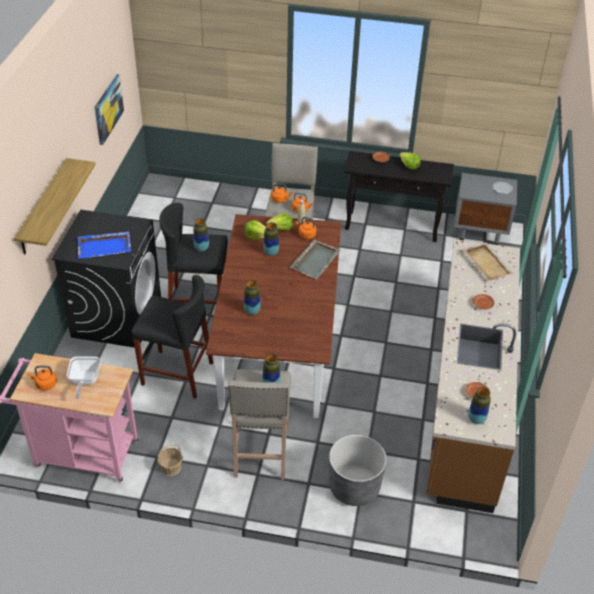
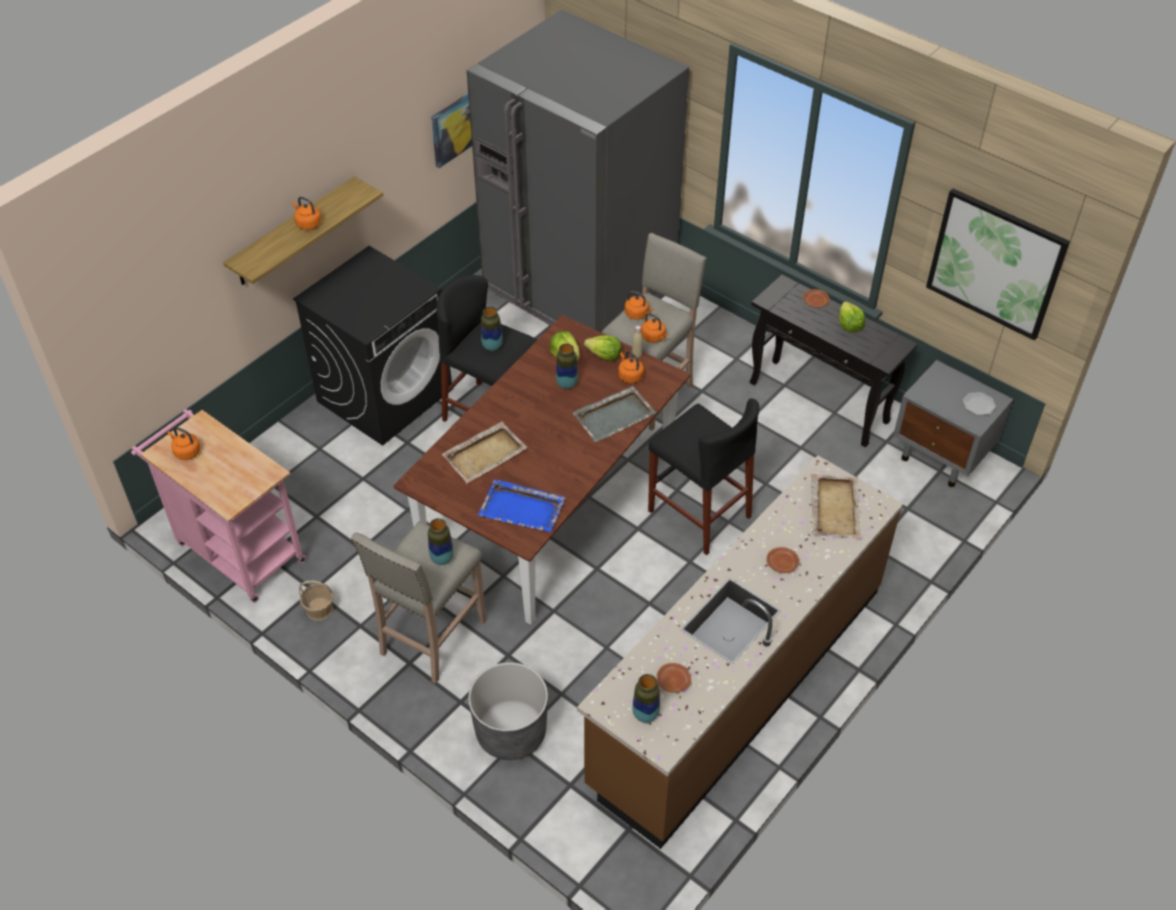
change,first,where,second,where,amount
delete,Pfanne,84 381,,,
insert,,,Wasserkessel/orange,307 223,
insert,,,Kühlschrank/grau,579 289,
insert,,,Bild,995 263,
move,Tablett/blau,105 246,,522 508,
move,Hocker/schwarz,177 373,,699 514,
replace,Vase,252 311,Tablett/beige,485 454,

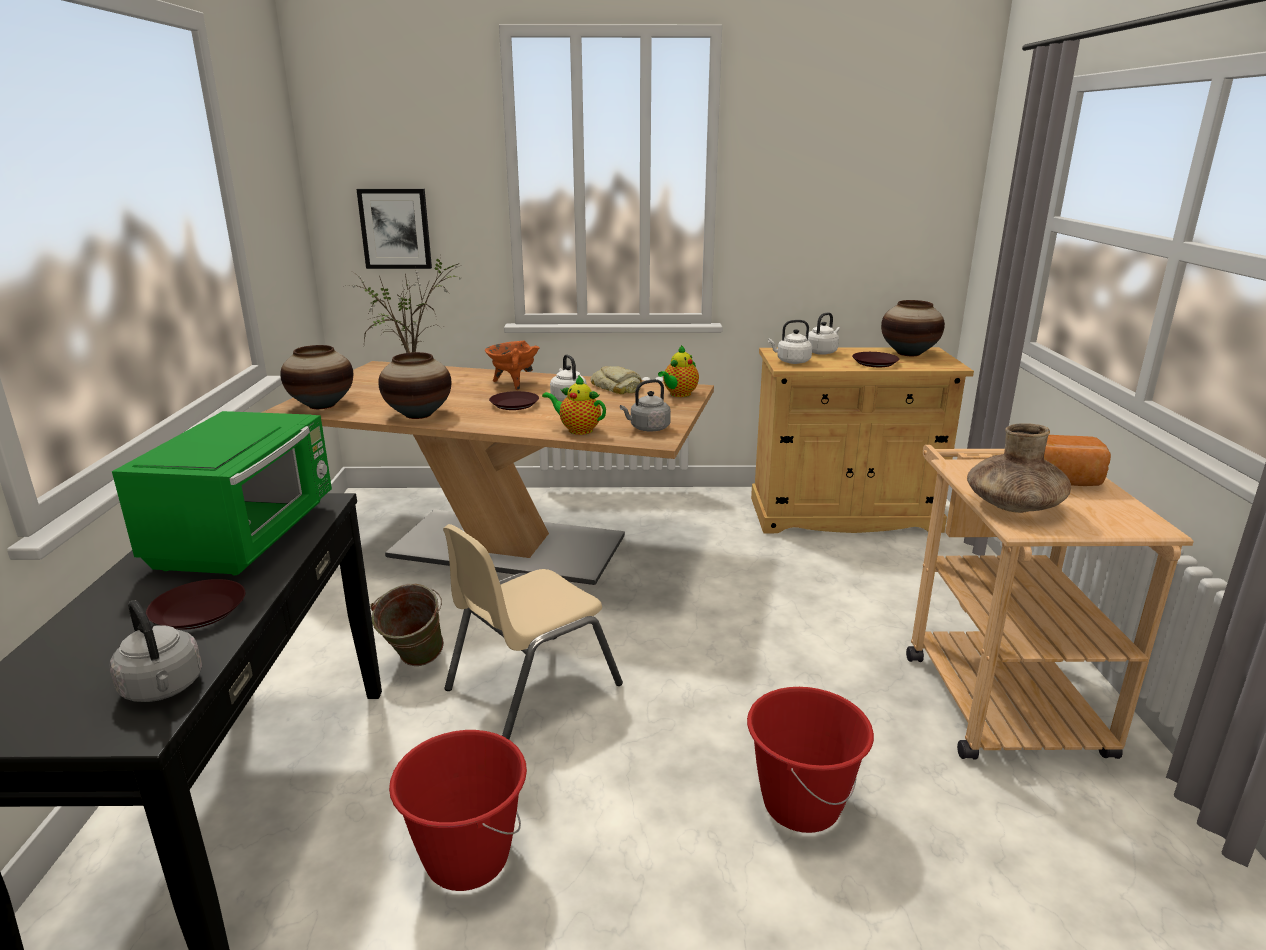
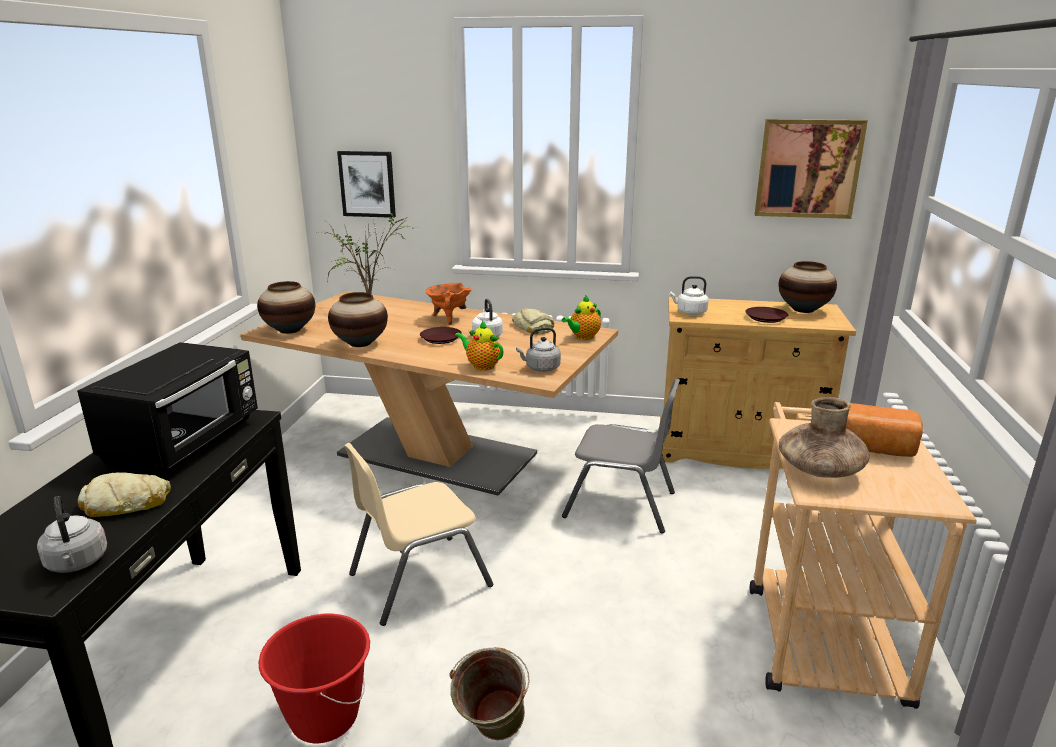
change,first,where,second,where,amount
delete,Eimer/rot,800 805,,,
delete,Wasserkessel/weiß,822 352,,,
insert,,,Stuhl/grau,620 504,
insert,,,Bild,808 168,
move,Eimer/grün,414 664,,491 736,
replace,Teller/braun,199 612,Brot,126 503,
recolor,Mikrowelle/grün,248 535,Mikrowelle/schwarz,186 442,

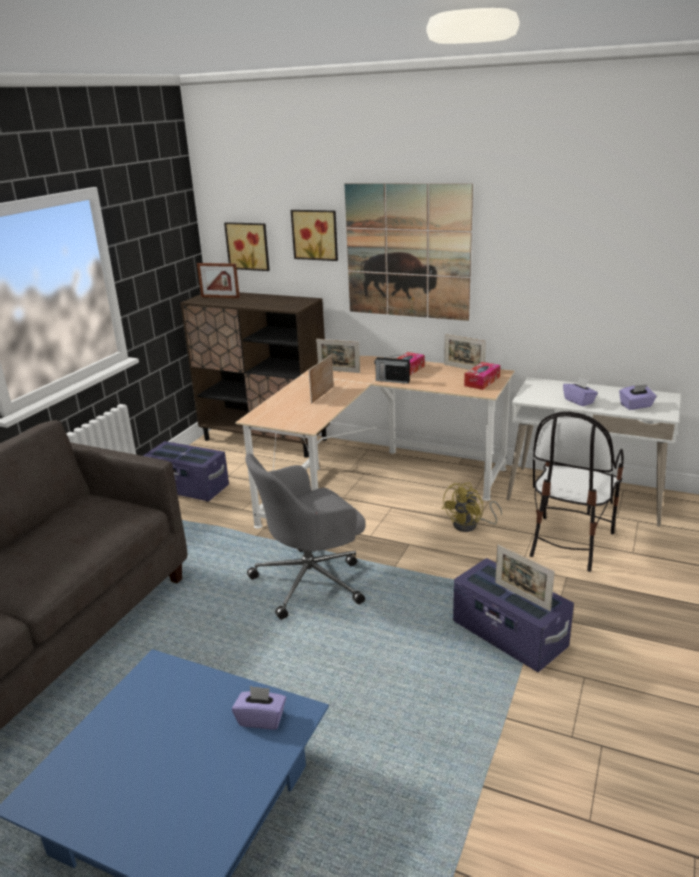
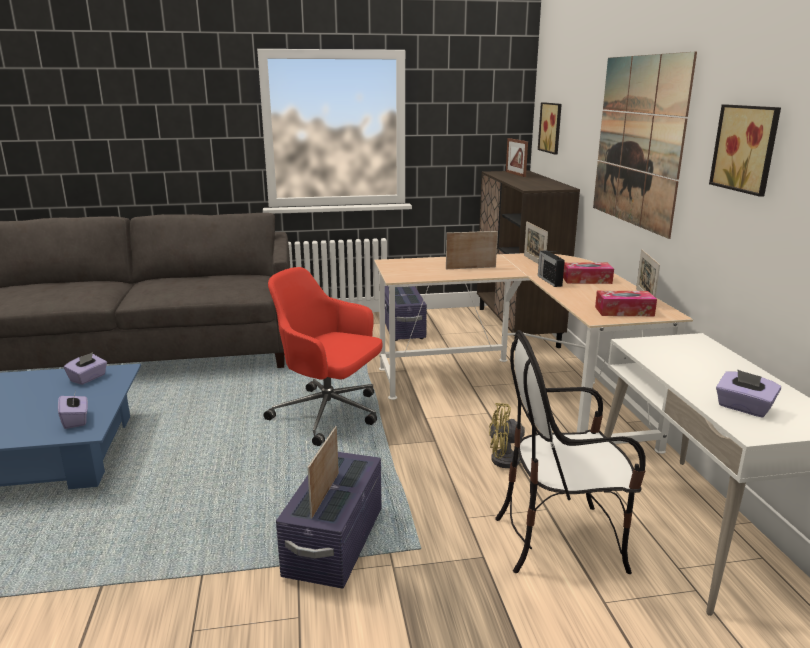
change,first,where,second,where,amount
move,Bild,315 234,,747 148,
move,Taschentuchbox/lila,579 401,,88 378,
recolor,Bürostuhl/grau,311 581,Bürostuhl/rot,329 414,

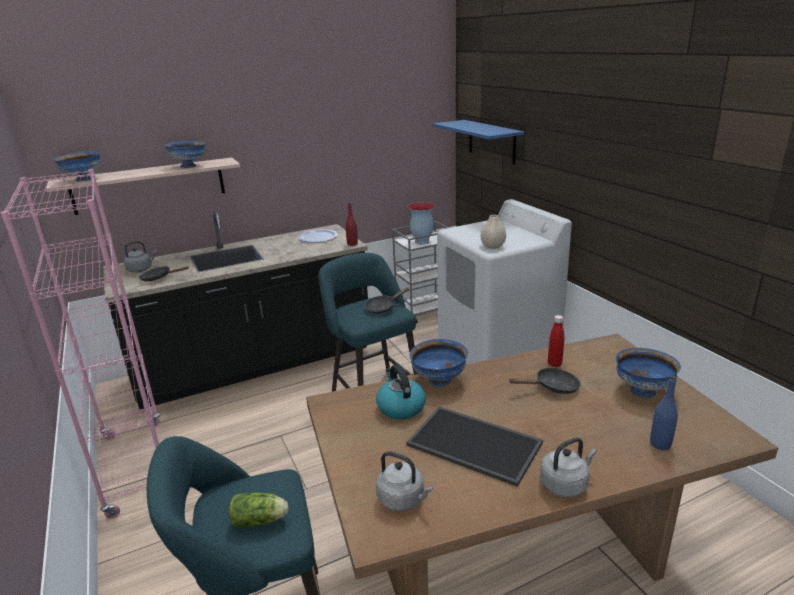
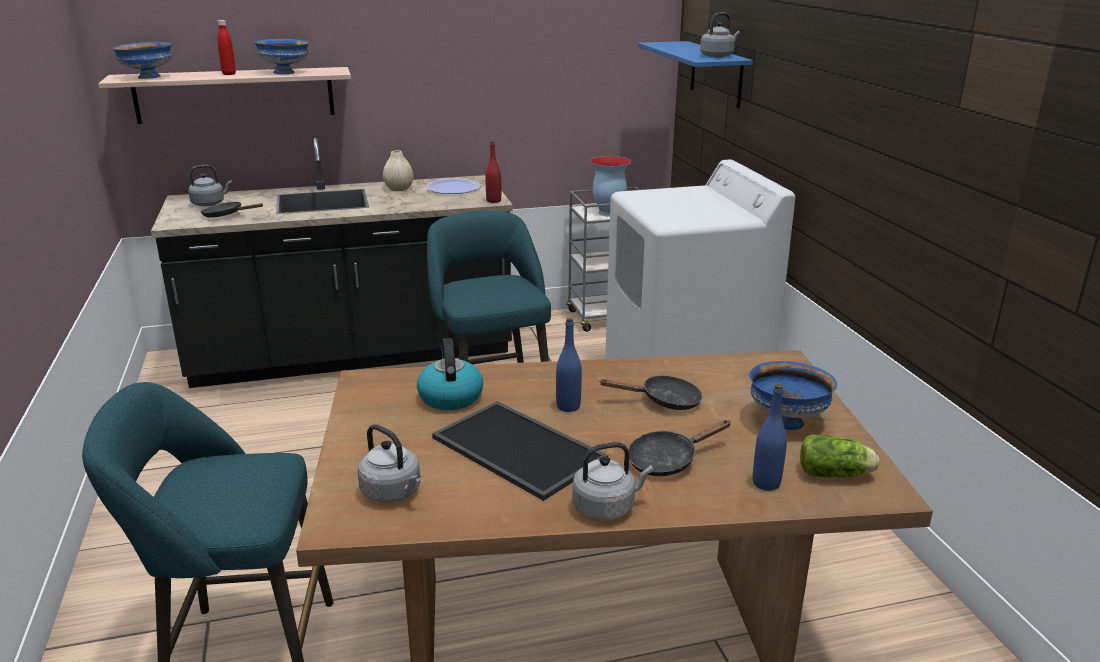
change,first,where,second,where,amount
delete,Bücherregal/rosa,136 466,,,
delete,Schüssel/blau,439 381,,,
insert,,,Flasche/blau,568 406,
insert,,,Wasserkessel/grau,718 56,
move,Salatkopf,261 520,,836 474,
move,Pfanne/schwarz,383 307,,667 460,
move,Vase/beige,492 246,,399 189,
move,Flasche/rot,554 364,,229 74,

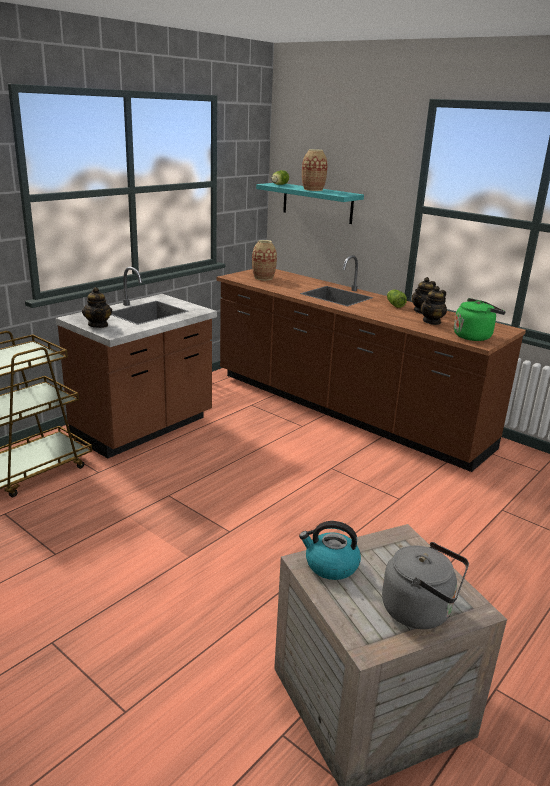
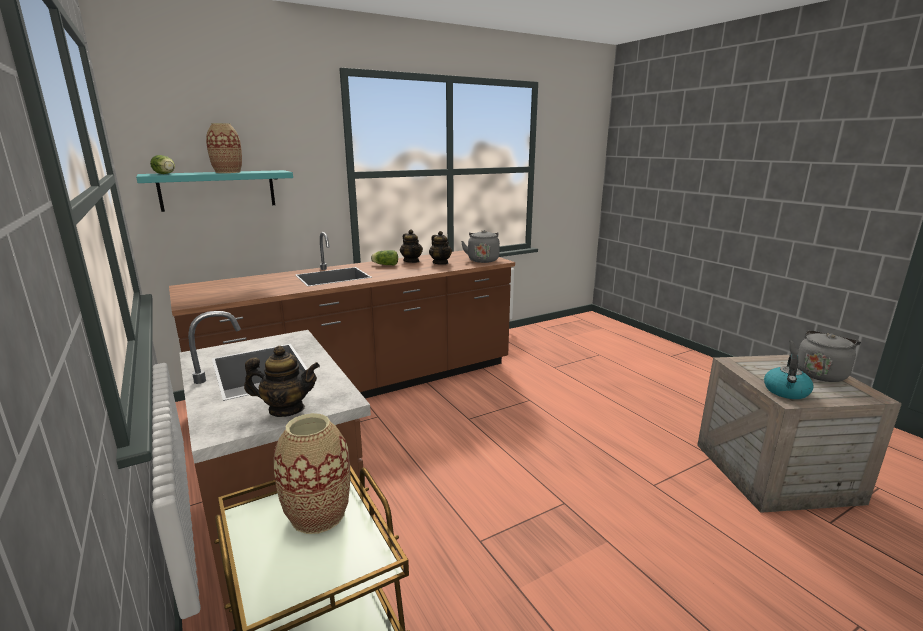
change,first,where,second,where,amount
move,Vase,263 278,,318 514,
recolor,Wasserkessel/grün,474 336,Wasserkessel/grau,482 260,

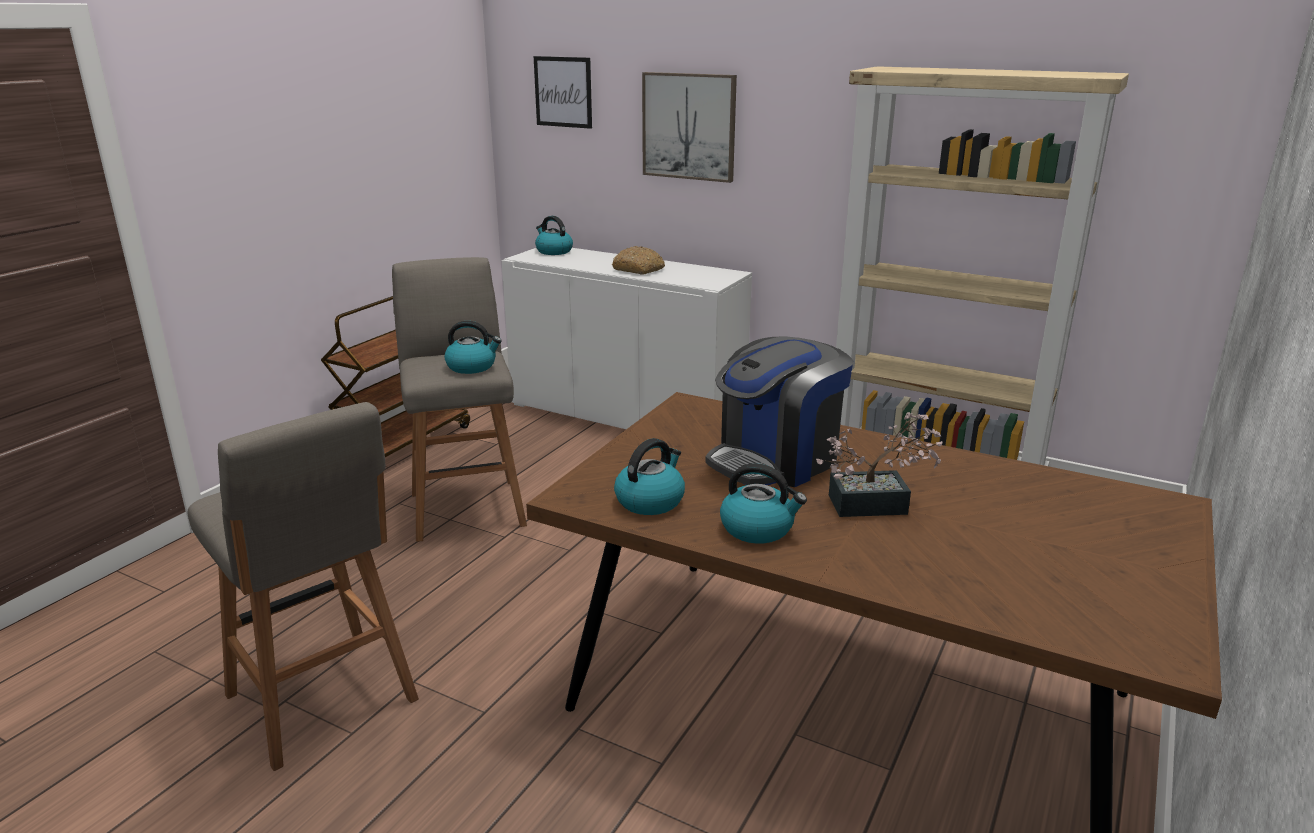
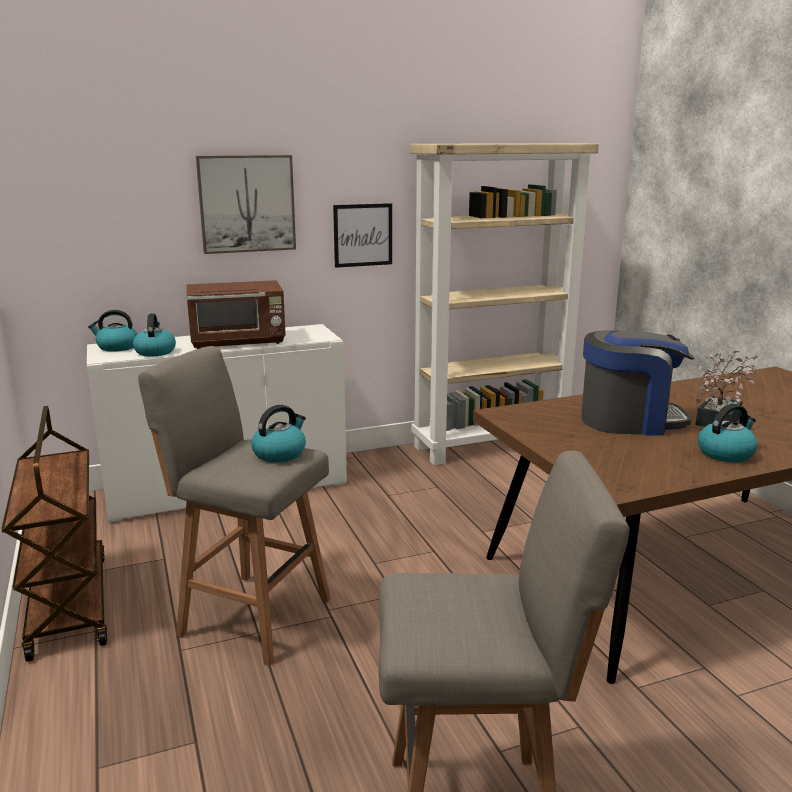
change,first,where,second,where,amount
move,Bild,563 92,,363 235,
move,Wasserkessel,650 500,,155 352,
replace,Brot,639 269,Mikrowelle/braun,239 341,
rotate,Kaffeemaschine,776 460,,629 420,90 degrees counterclockwise

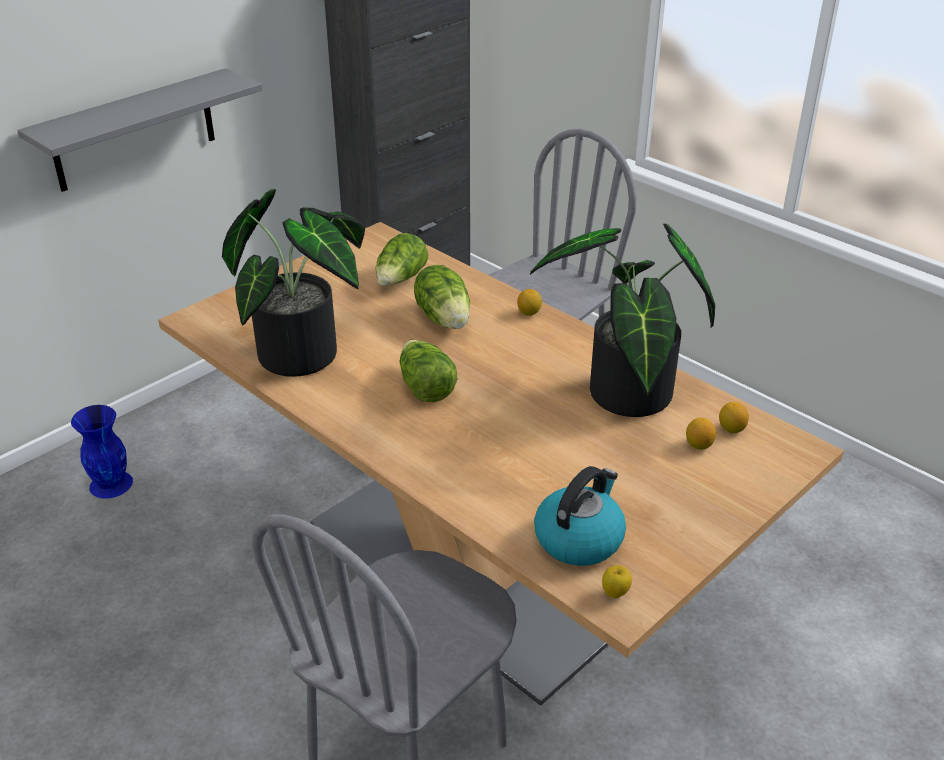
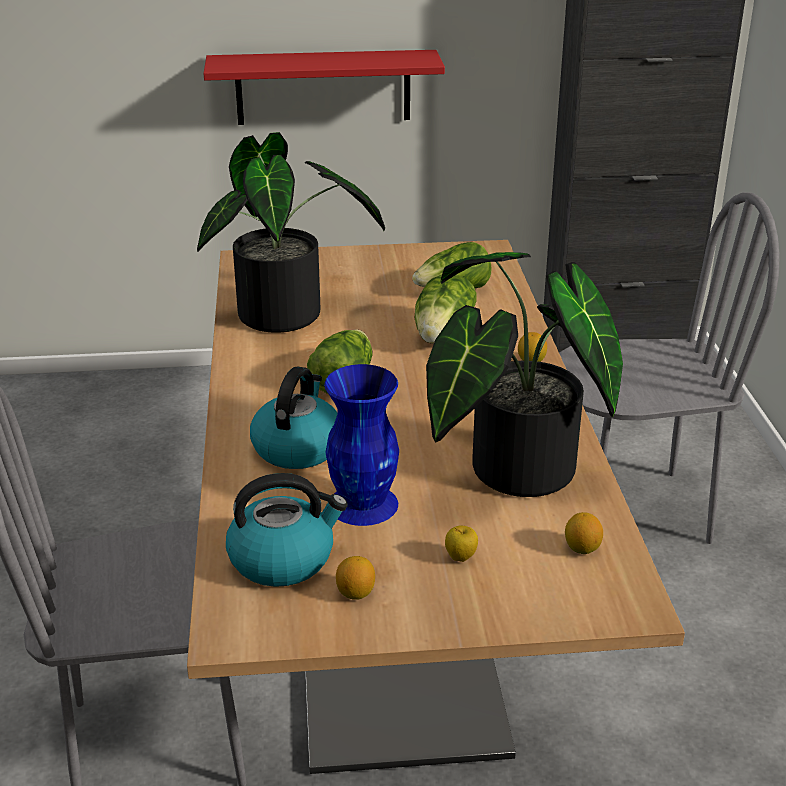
change,first,where,second,where,amount
insert,,,Wasserkessel,297 447,
move,Vase/blau,112 484,,364 504,
move,Apfel,615 594,,460 558,
move,Zitrone,698 445,,355 593,
recolor,Wandregal/grau,134 131,Wandregal/rot,323 87,

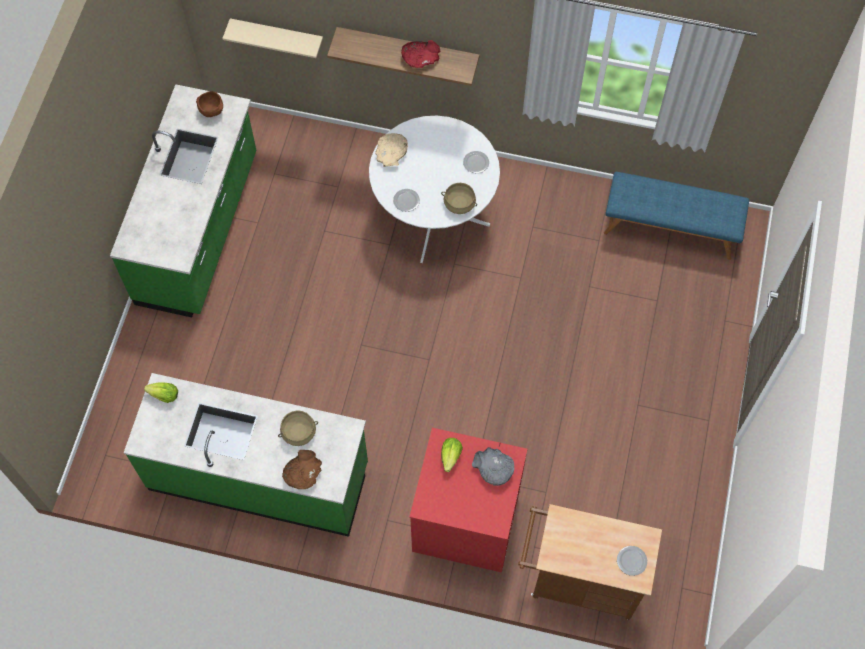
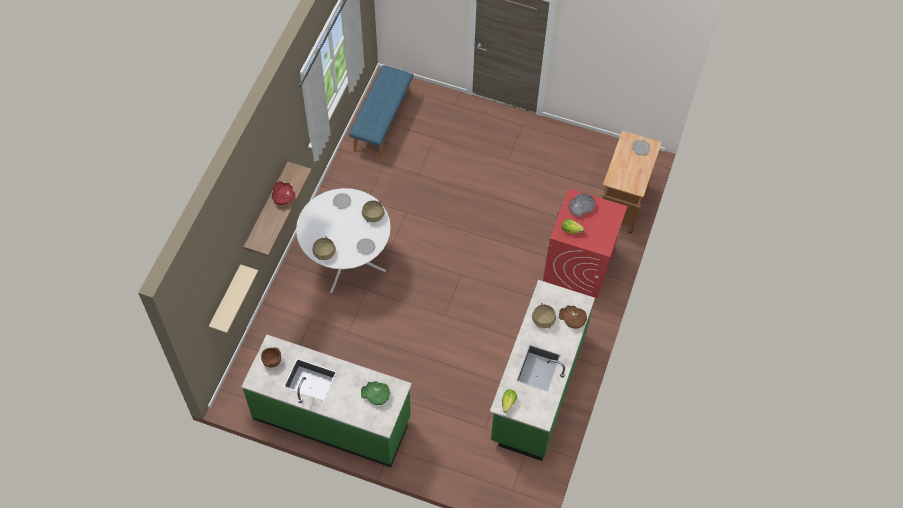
change,first,where,second,where,amount
insert,,,Schüssel/grün,376 395,
replace,Schüssel/beige,391 153,Kochtopf/beige,324 252,

